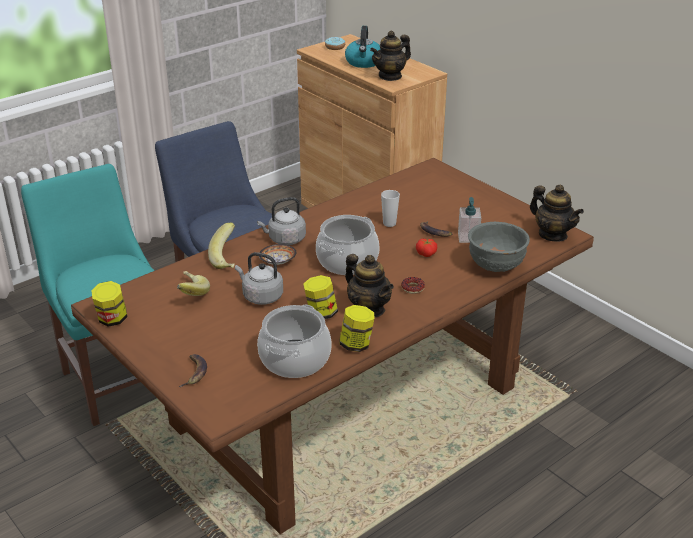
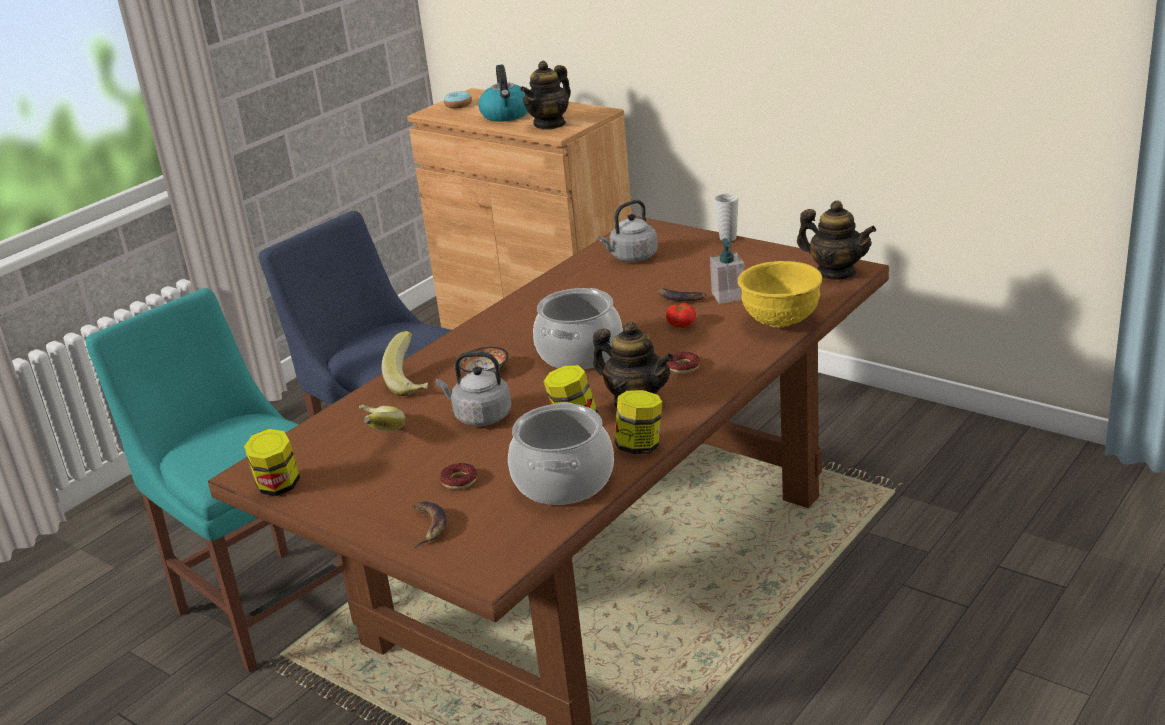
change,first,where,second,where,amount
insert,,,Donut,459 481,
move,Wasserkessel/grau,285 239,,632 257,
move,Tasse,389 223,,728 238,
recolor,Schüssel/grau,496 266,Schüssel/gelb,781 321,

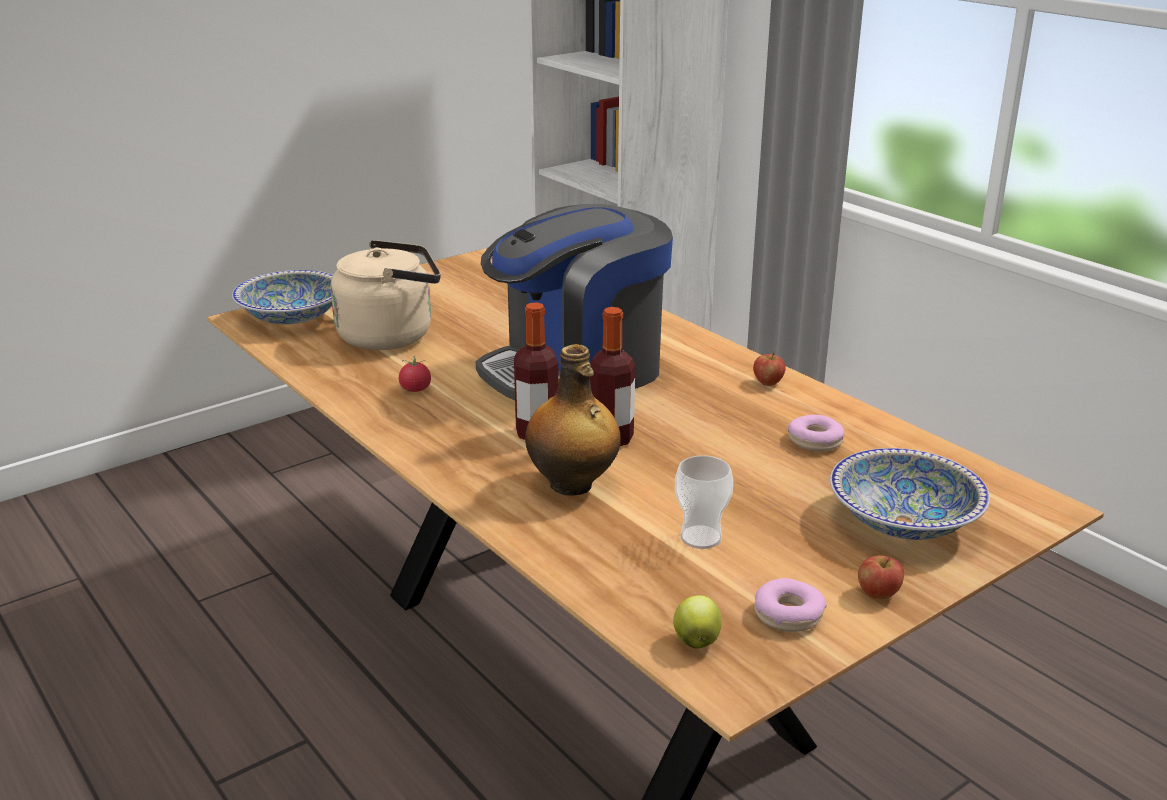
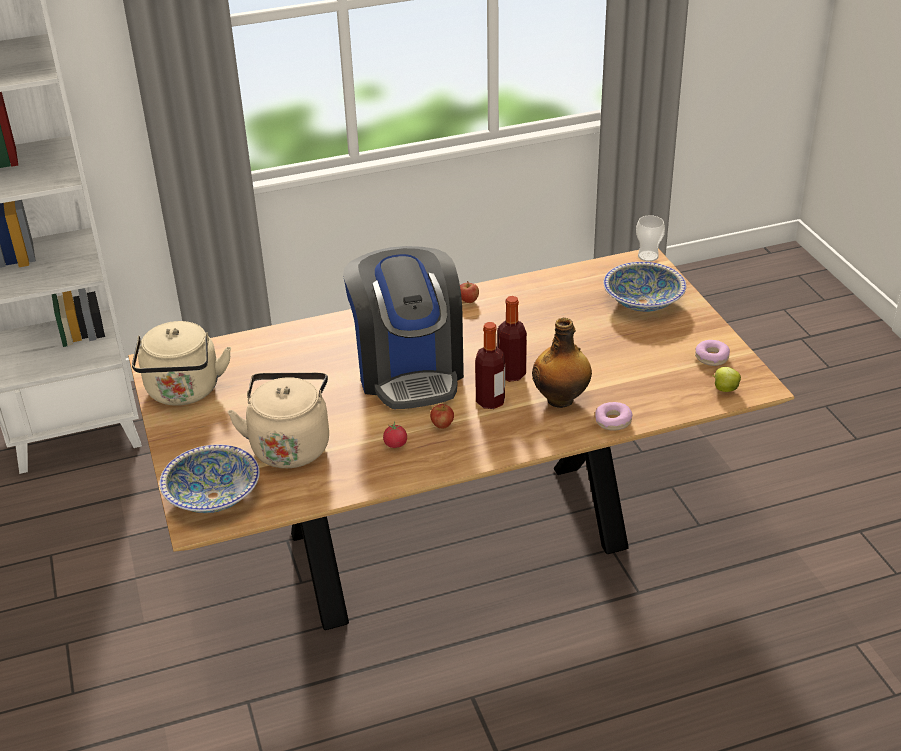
change,first,where,second,where,amount
insert,,,Wasserkessel/beige,184 392,
move,Tasse,701 537,,648 256,
move,Donut,815 441,,613 421,
move,Apfel,878 593,,442 425,

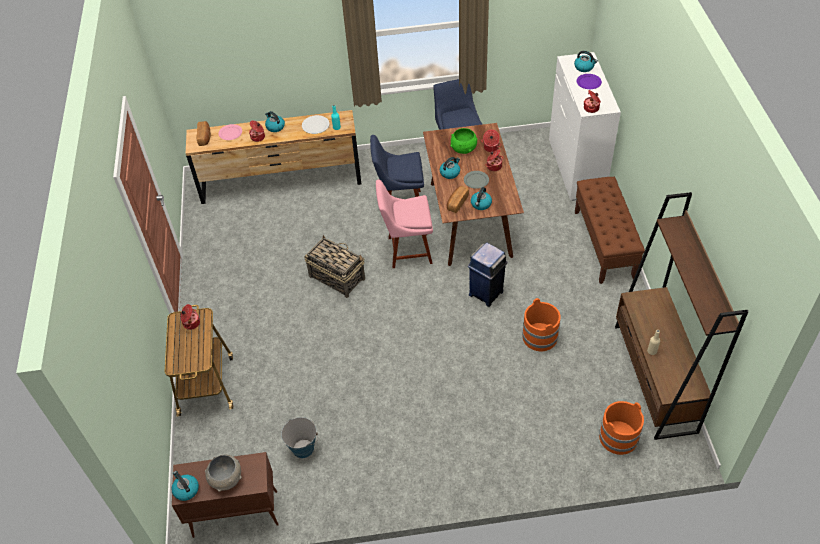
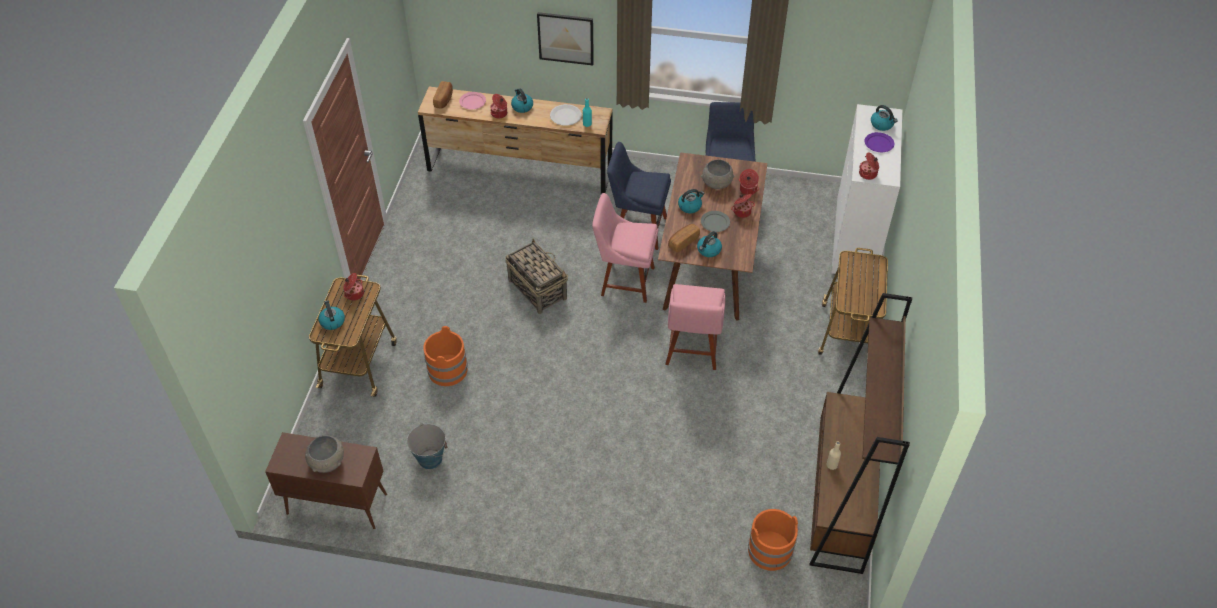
change,first,where,second,where,amount
insert,,,Bild,566 38,
move,Wasserkessel,186 490,,332 321,
move,Eimer/orange,540 337,,448 370,
replace,Mülleimer/blau,486 293,Stuhl/rosa,692 351,
replace,Bank/braun,604 244,Rollwagen,849 334,
recolor,Schüssel/grün,463 149,Schüssel/grau,717 183,

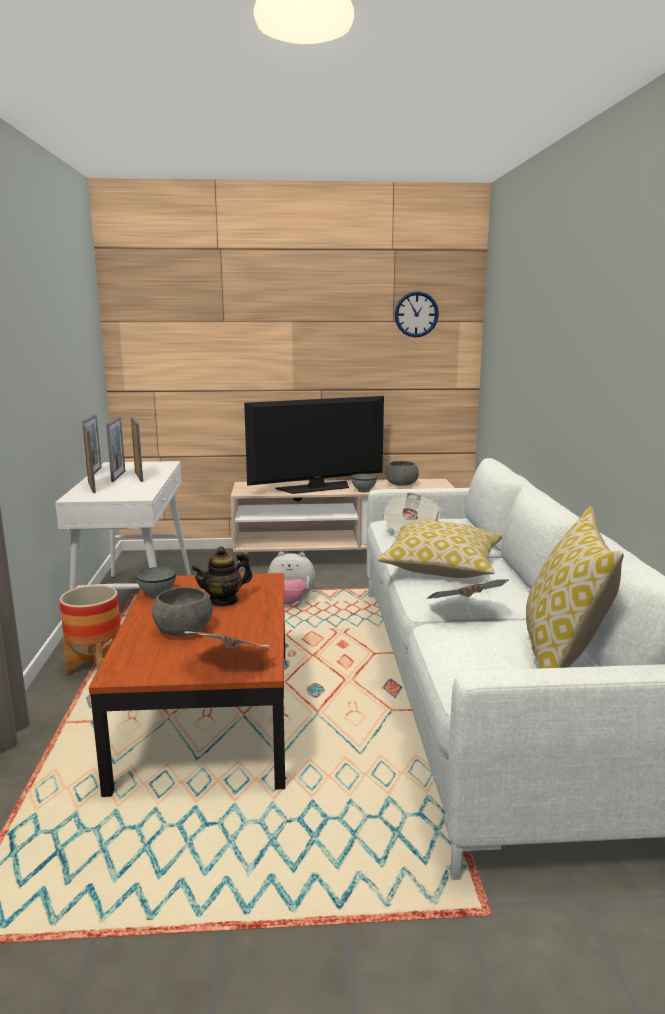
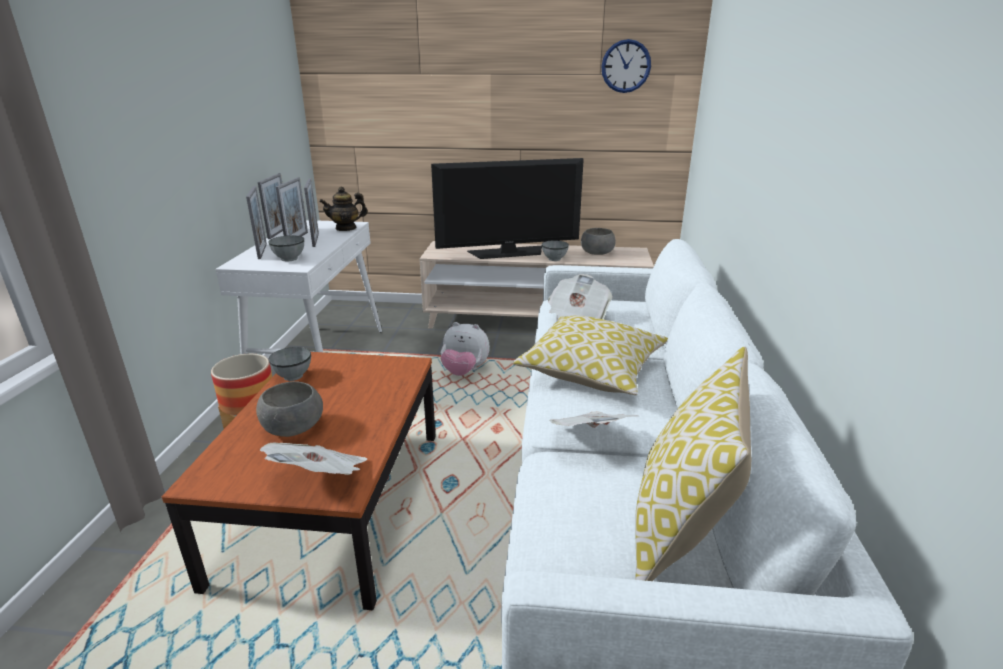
change,first,where,second,where,amount
insert,,,Schüssel/grau,290 258,
move,Teekanne,223 601,,346 228,

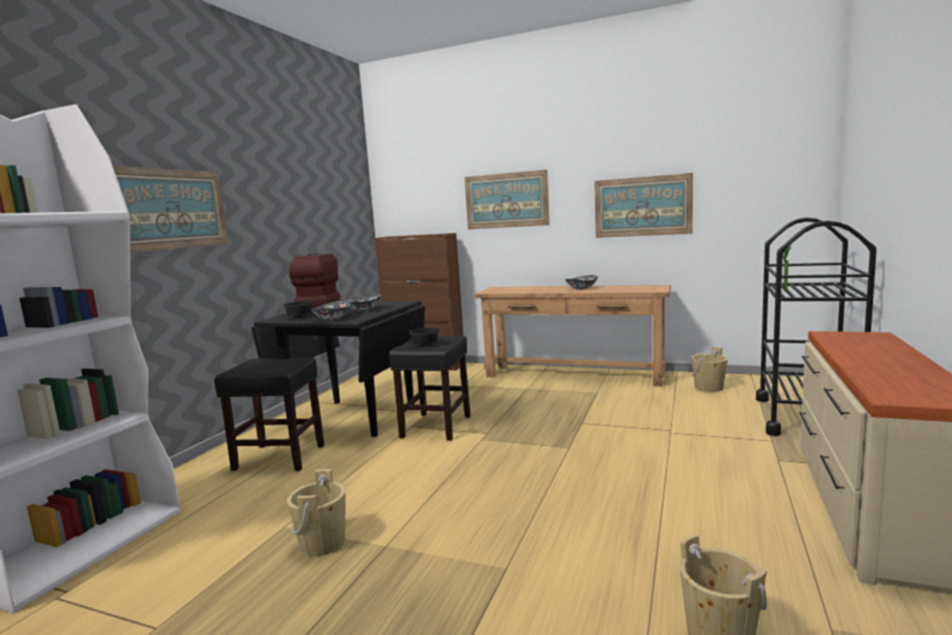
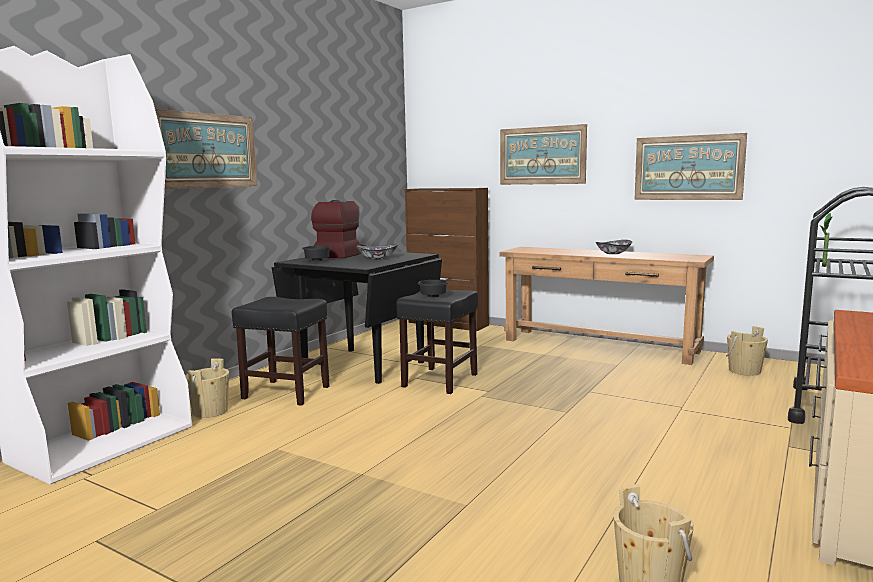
change,first,where,second,where,amount
delete,Schüssel,333 319,,,
move,Eimer/beige,322 543,,210 411,

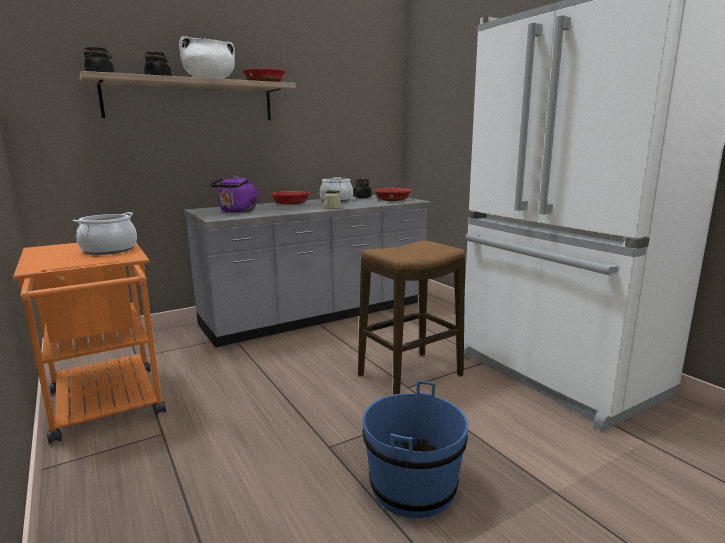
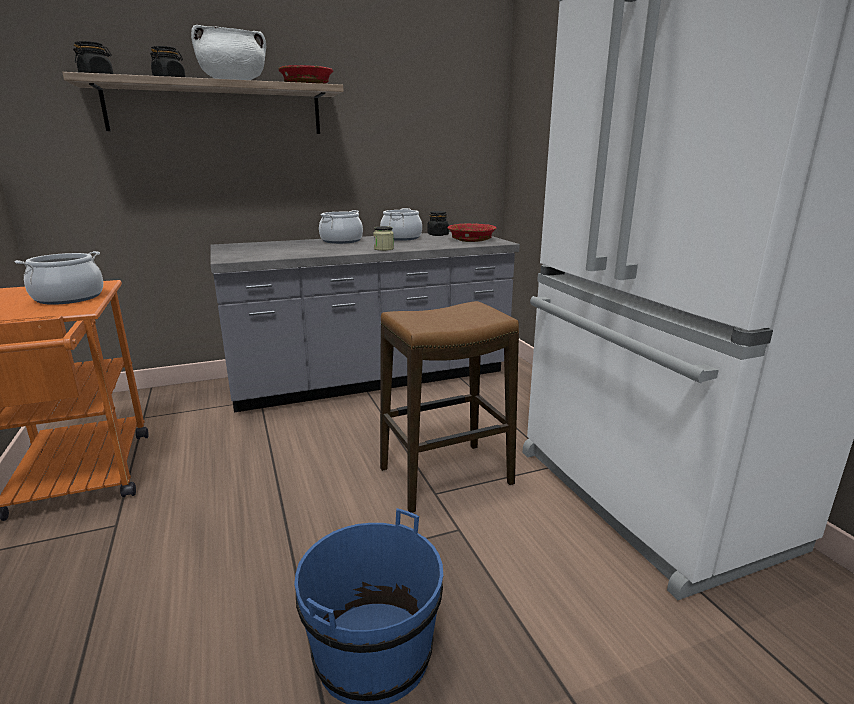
change,first,where,second,where,amount
delete,Wasserkessel/lila,237 211,,,
replace,Schüssel/rot,291 203,Kochtopf,341 241,

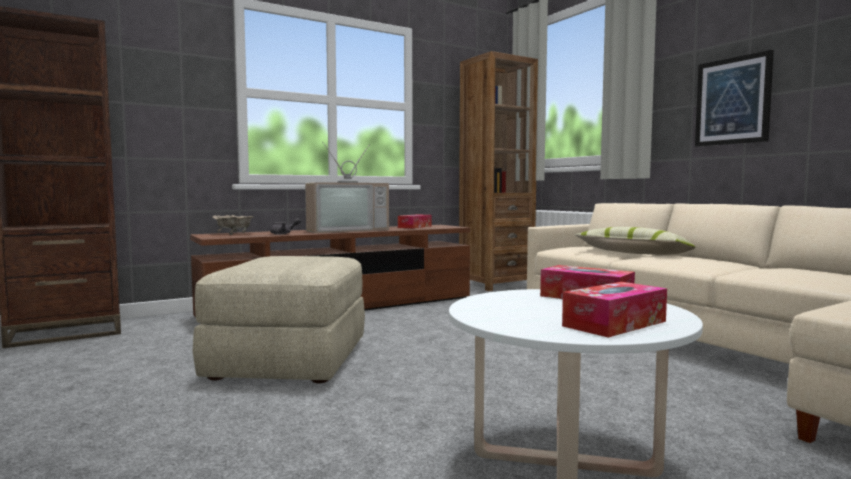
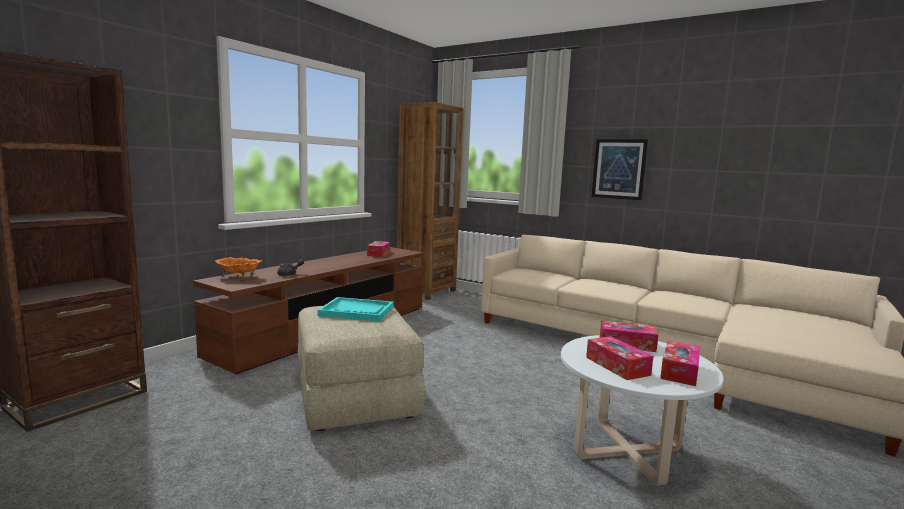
change,first,where,second,where,amount
delete,Fernseher,346 230,,,
delete,Kissen,633 253,,,
insert,,,Tablett/türkis,357 311,
insert,,,Taschentuchbox,617 366,
recolor,Schüssel/beige,234 233,Schüssel/orange,239 277,

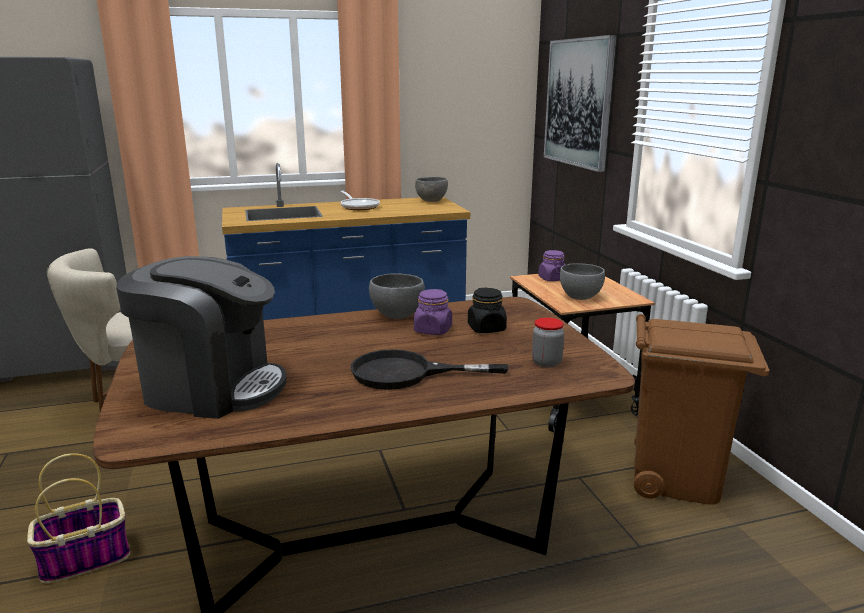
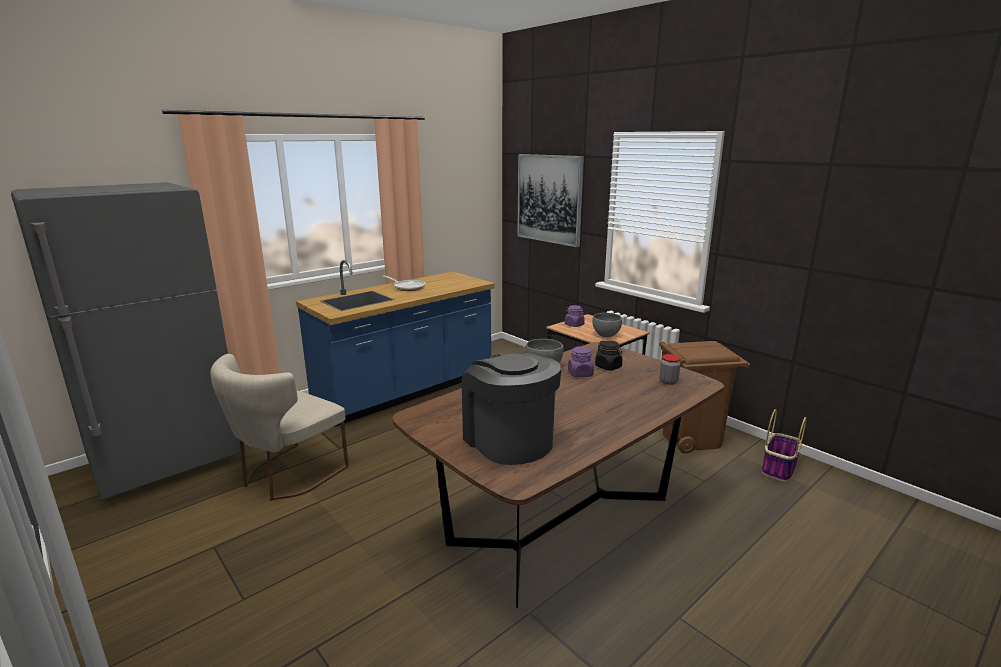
change,first,where,second,where,amount
delete,Pfanne/schwarz,406 373,,,
delete,Schüssel/grau,431 201,,,
move,Korb,86 559,,778 468,
rotate,Kaffeemaschine,212 388,,508 440,105 degrees counterclockwise

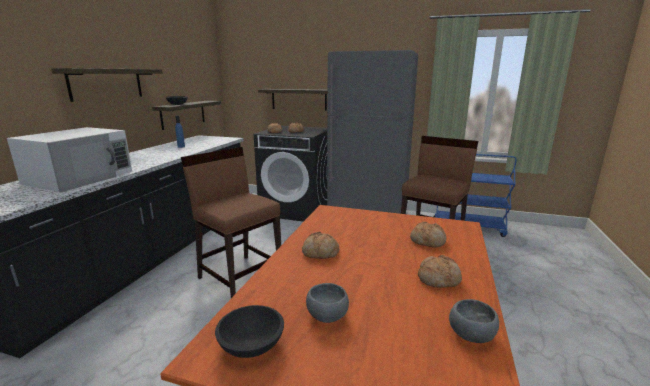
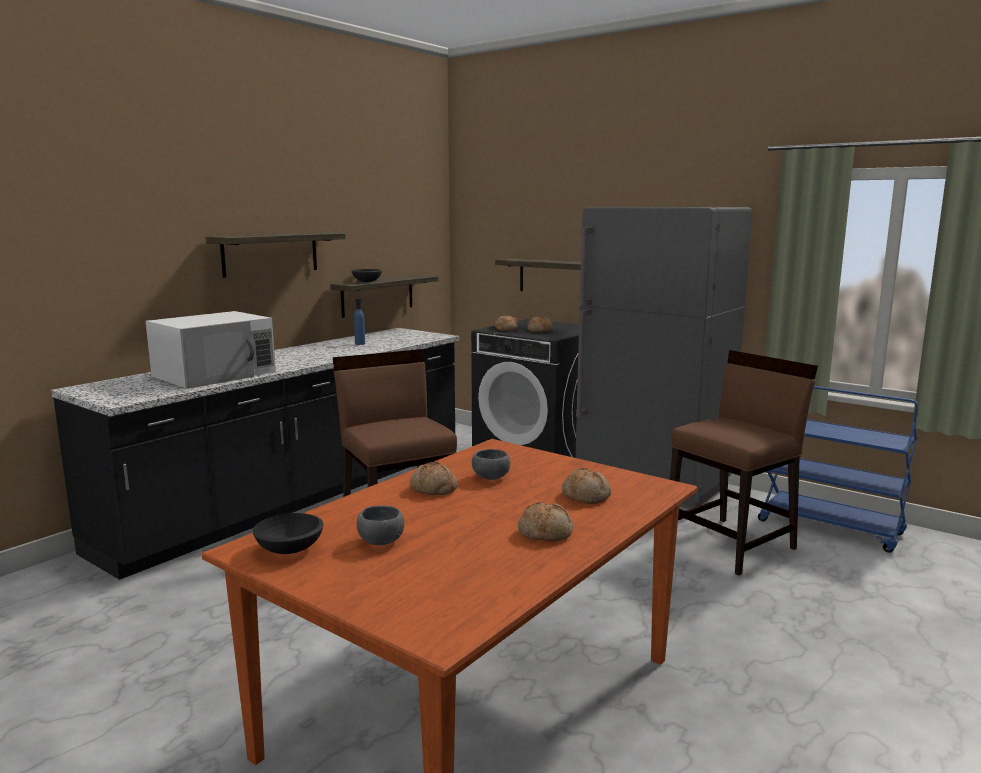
change,first,where,second,where,amount
move,Schüssel/grau,472 336,,491 478,

